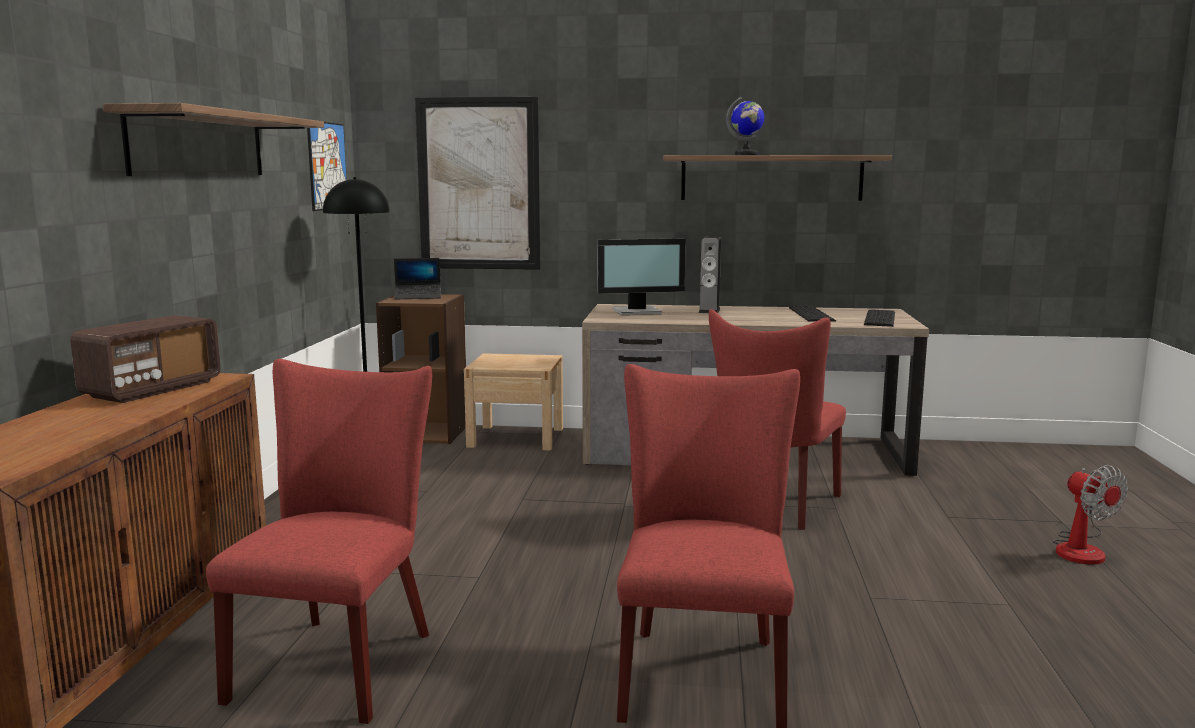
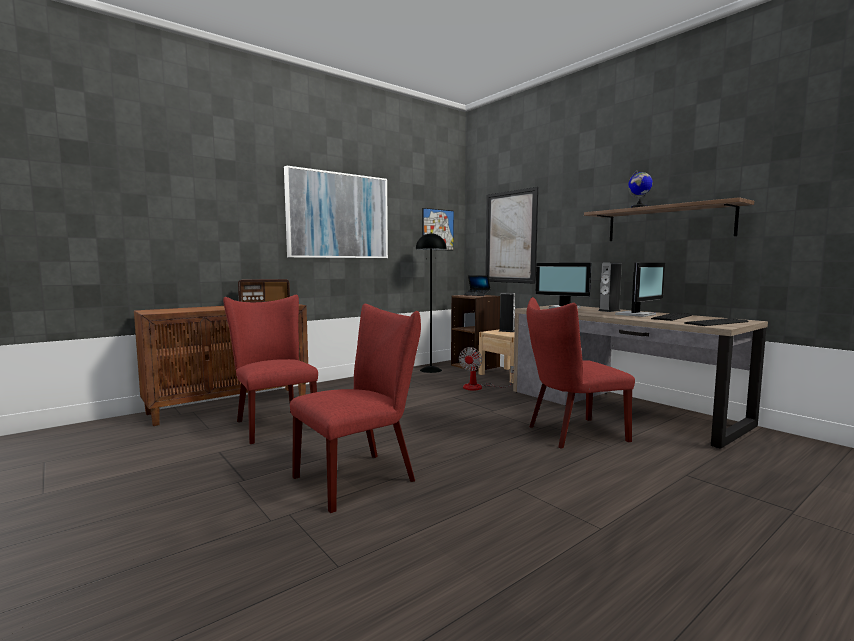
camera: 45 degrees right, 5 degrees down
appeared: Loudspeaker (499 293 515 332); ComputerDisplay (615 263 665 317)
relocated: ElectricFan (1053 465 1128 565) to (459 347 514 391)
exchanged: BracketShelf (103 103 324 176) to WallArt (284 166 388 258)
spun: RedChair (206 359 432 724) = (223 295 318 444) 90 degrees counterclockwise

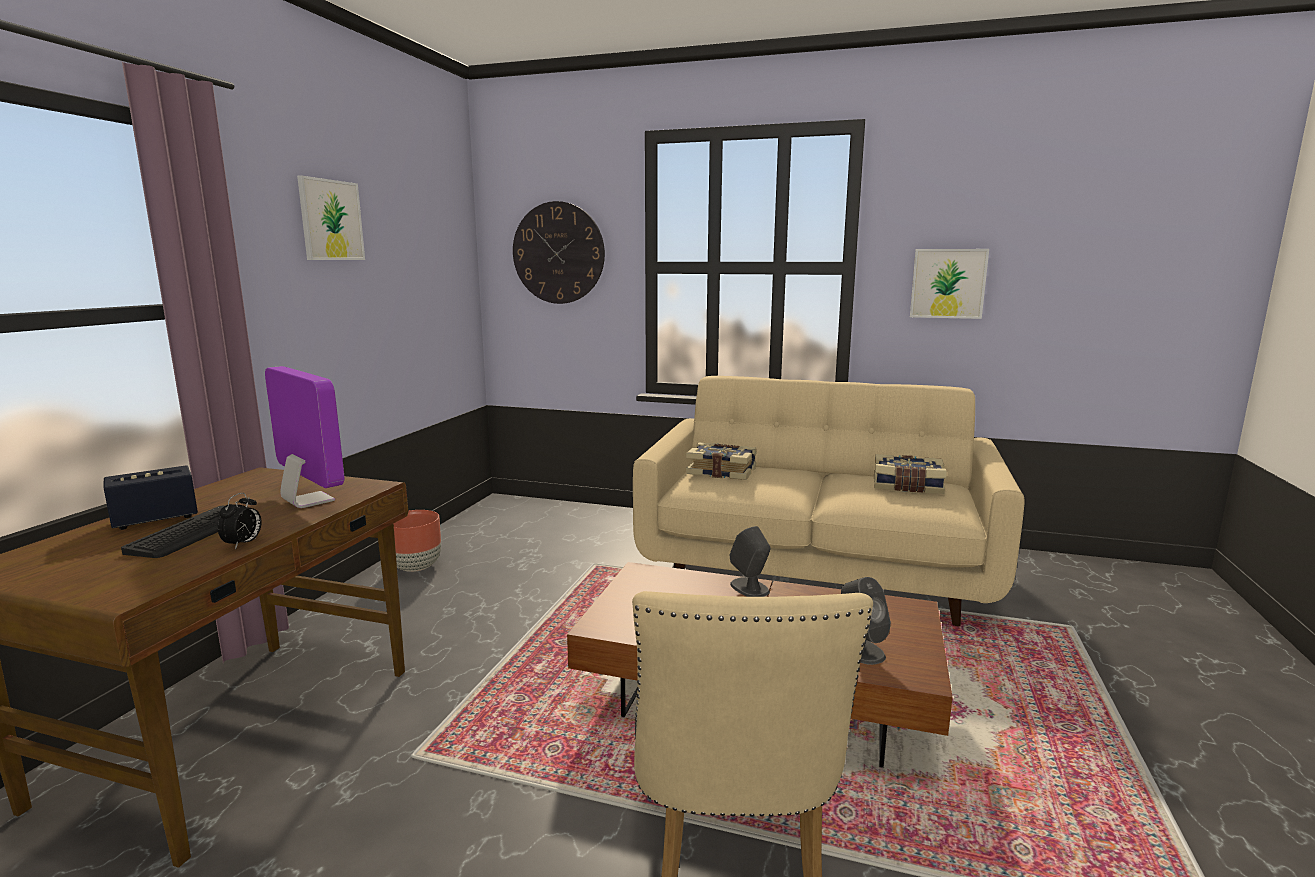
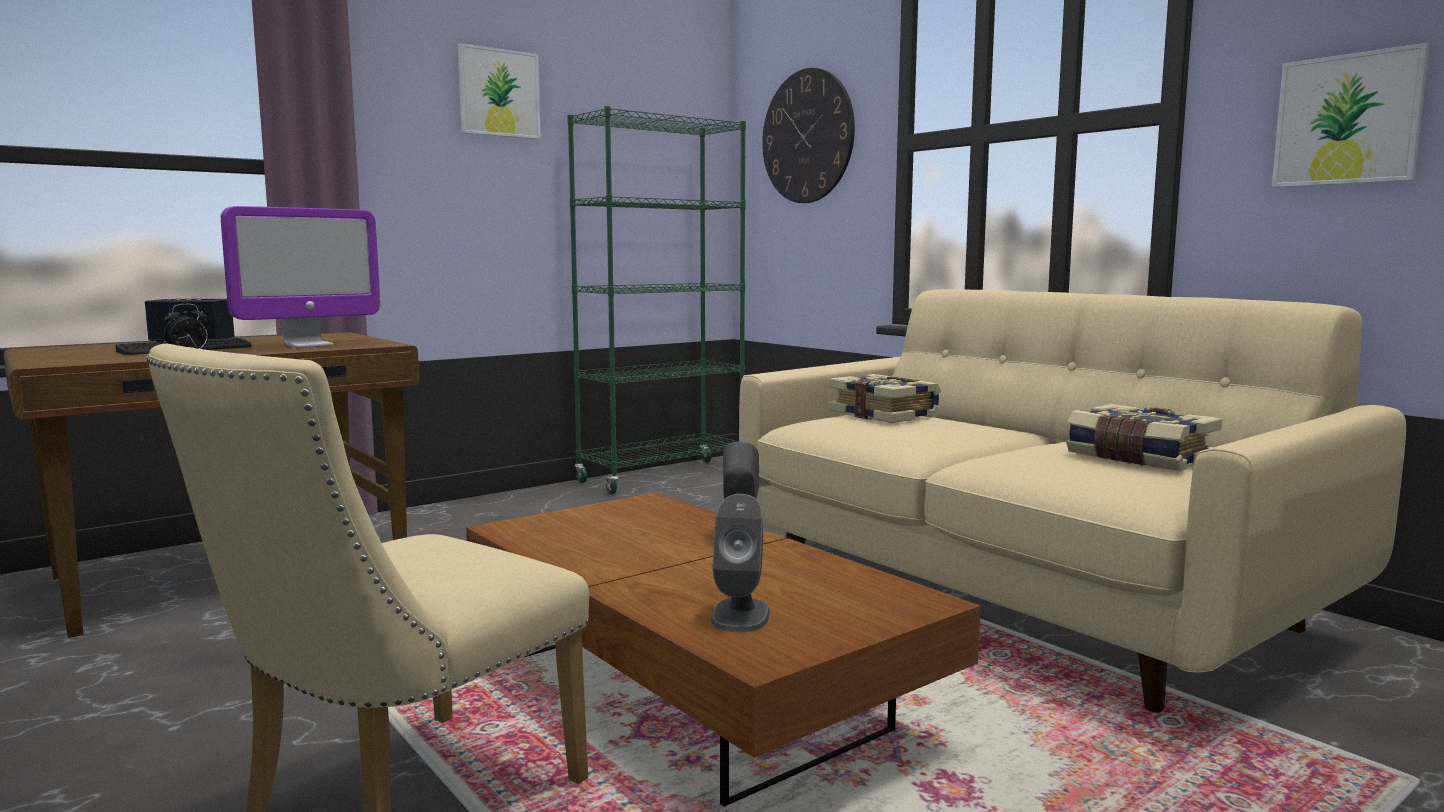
camera: 35 degrees right, 5 degrees down
missing: BrownColouredPlantPot (394 510 441 572)
appeared: GreenishBookcase (567 106 746 494)
spun: ComputerDisplay (265 366 344 508) = (221 206 380 348) 60 degrees clockwise

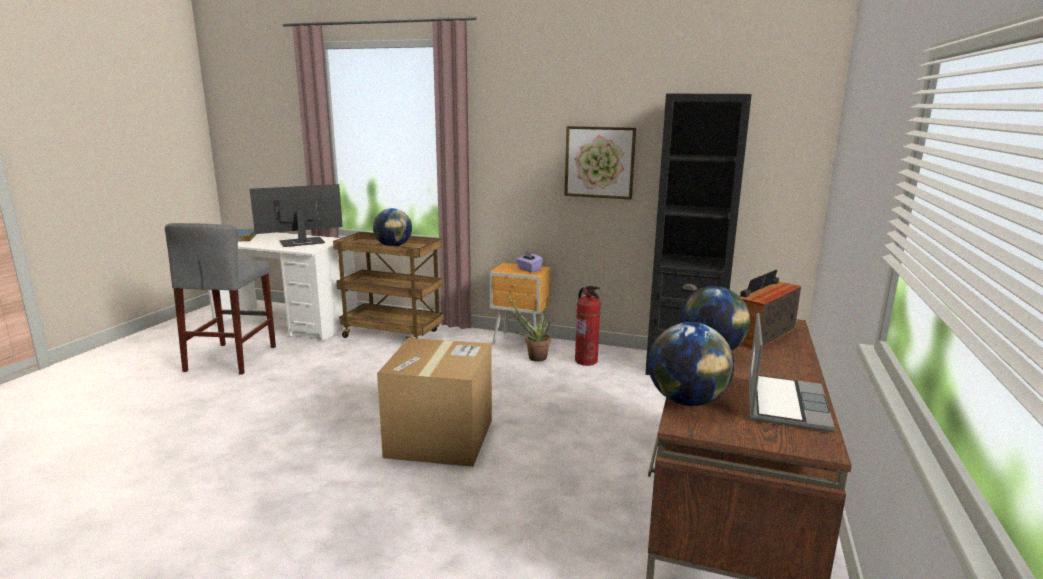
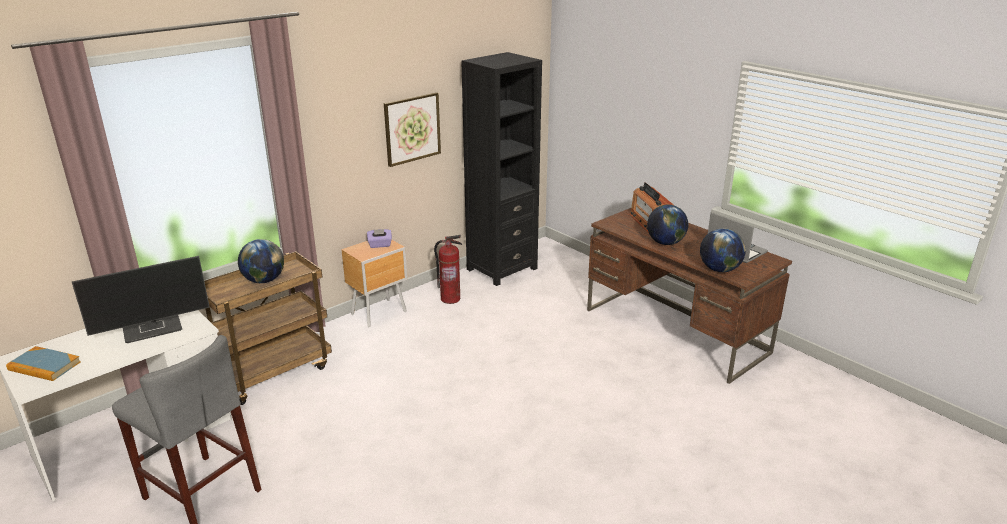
camera: 60 degrees left, 10 degrees up
missing: Carton (377 338 492 467); PottedPlant (506 294 551 362)
spun: ComputerDisplay (250 184 342 247) = (72 256 210 343) 120 degrees counterclockwise

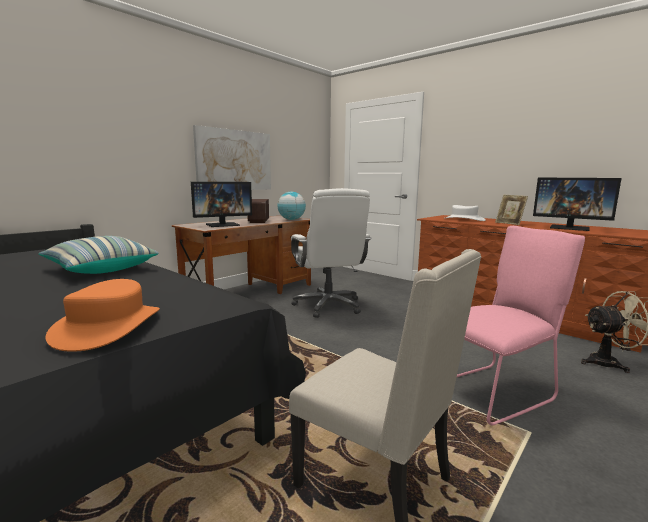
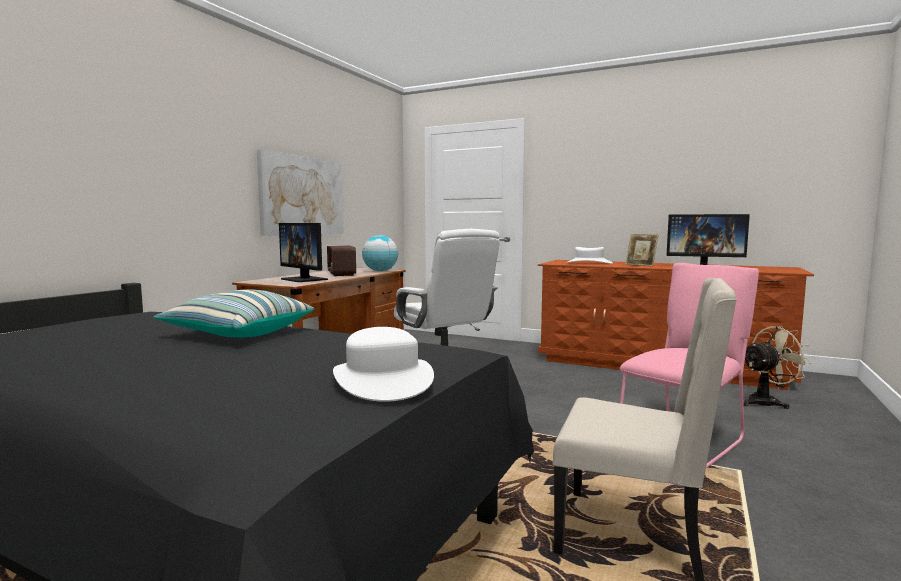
camera: 15 degrees left, 5 degrees down
colour: OrangeWearableHat (45 279 160 352) to WhiteWearableHat (333 327 434 402)
spun: ComputerDisplay (191 182 252 227) = (279 223 328 282) 90 degrees clockwise

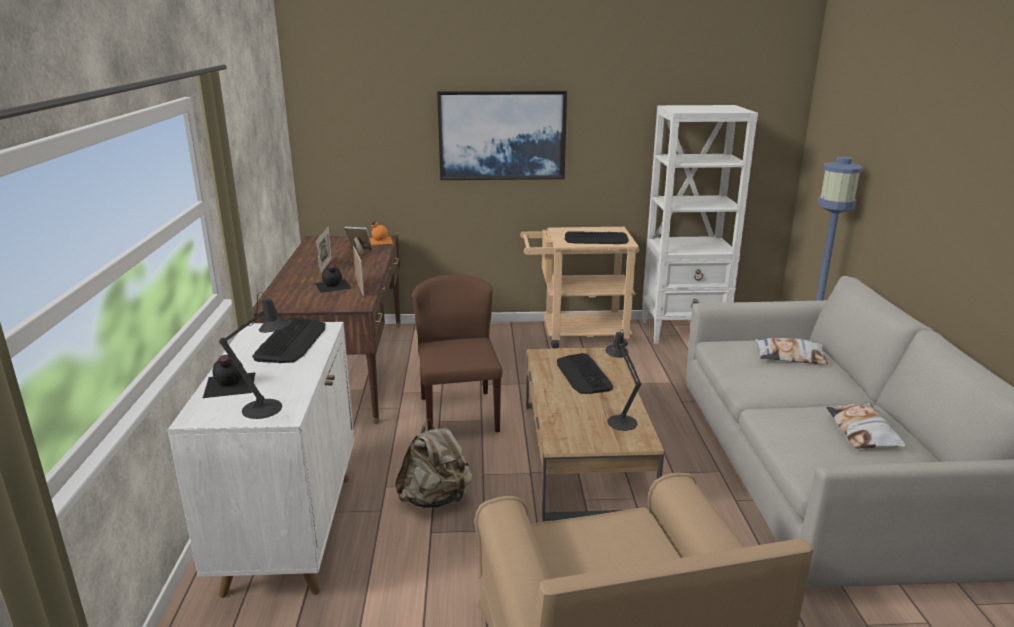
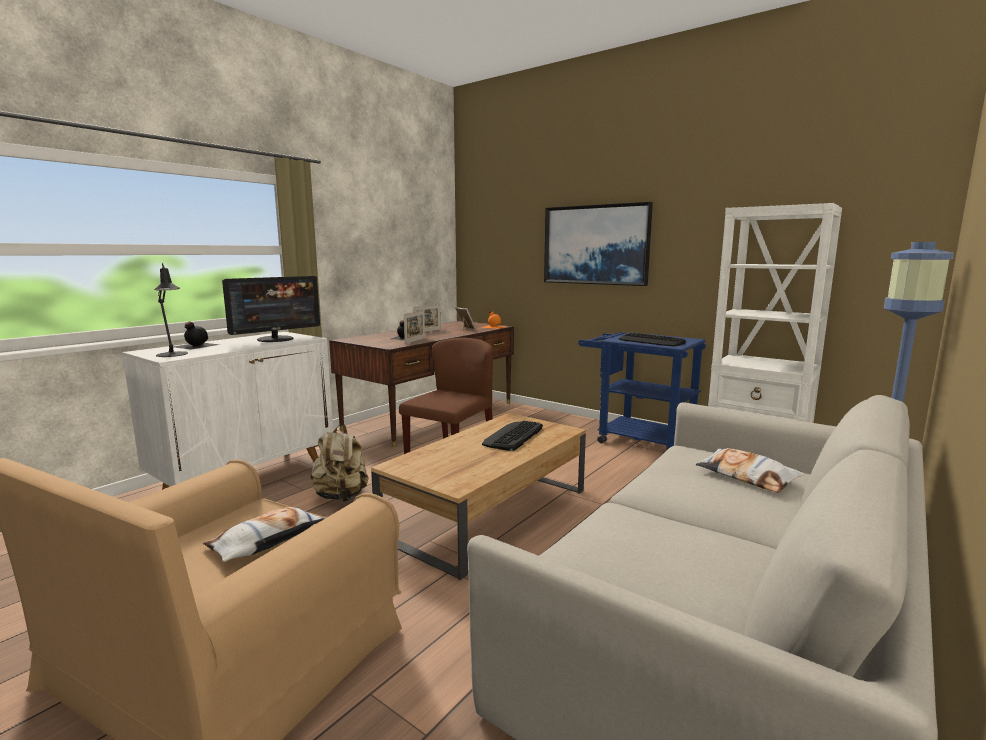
camera: 40 degrees right, 10 degrees down
missing: BlackColouredTableLamp (605 330 642 431)
relocated: Pillow (826 403 906 449) to (203 507 325 562)
exchanged: PcKeyboard (252 318 326 363) to ComputerDisplay (222 276 320 342)
colour: BeigeColouredTrolley (520 227 639 349) to BlueTrolley (578 332 706 454)

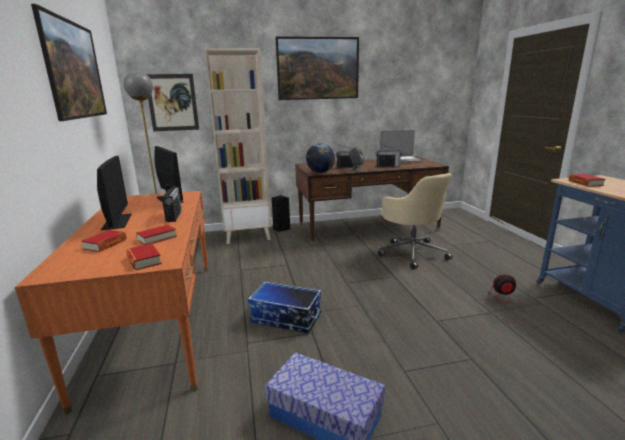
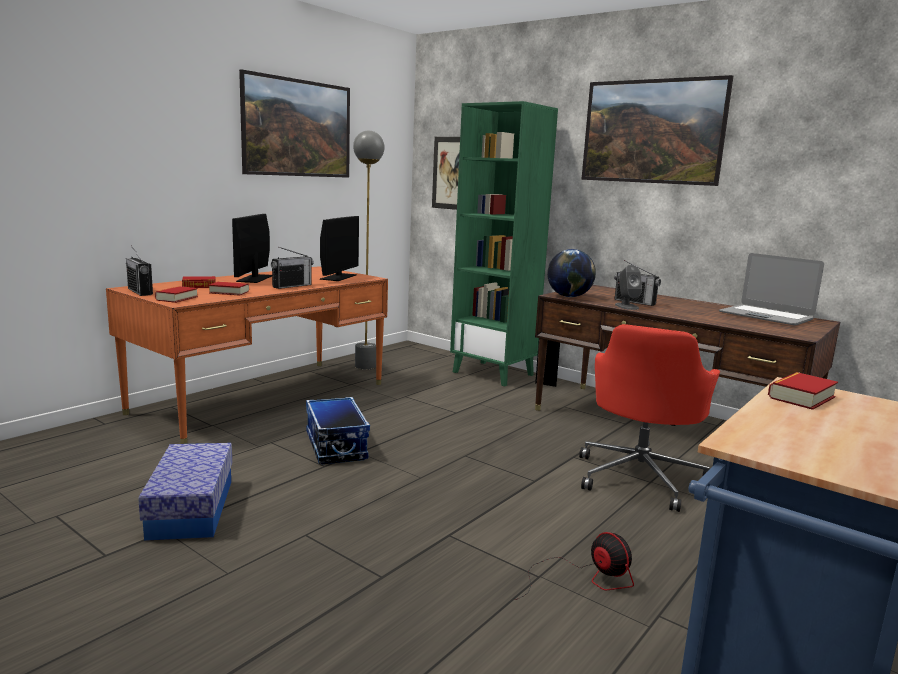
camera: 50 degrees right, 5 degrees down
relocated: RadioReceiver (375 144 402 168) to (126 245 153 296)
colour: BeigeColouredBookcase (204 48 271 244) to GreenishBookcase (450 101 558 386); BeigeColouredOfficeChair (378 173 452 269) to RedOfficeChair (579 324 720 512)
spun: ComputerDisplay (97 156 132 230) = (232 214 272 283) 150 degrees clockwise

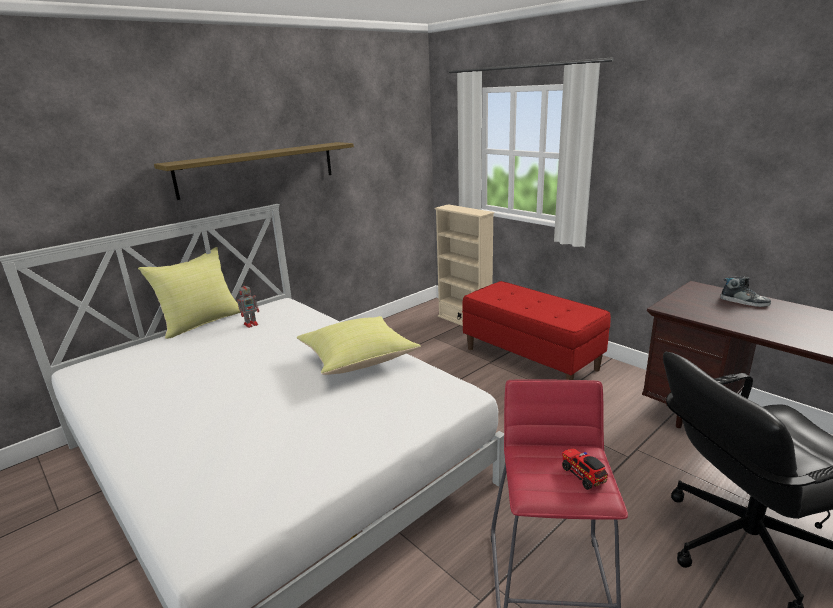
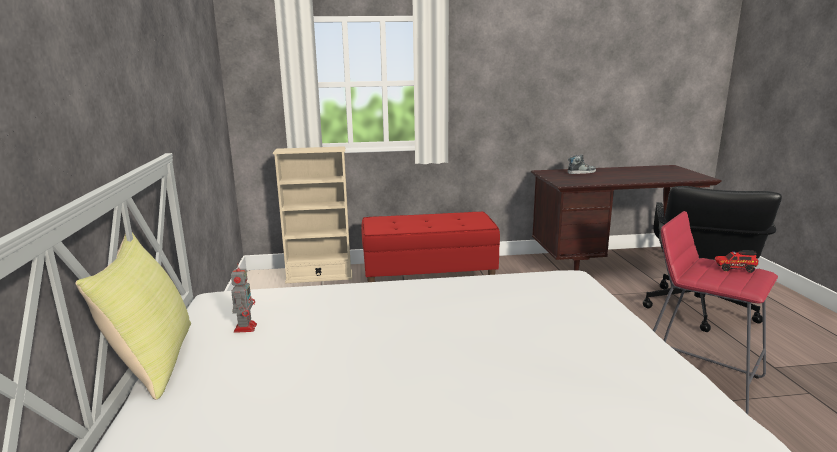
camera: 55 degrees left, 5 degrees down
missing: BracketShelf (154 142 354 200); YellowishPillow (297 316 421 375)

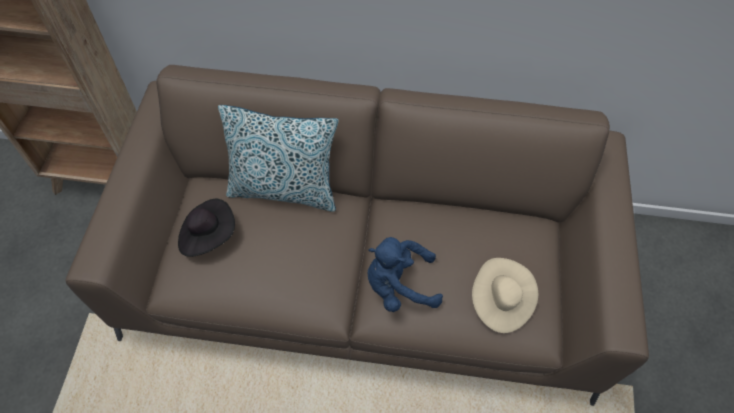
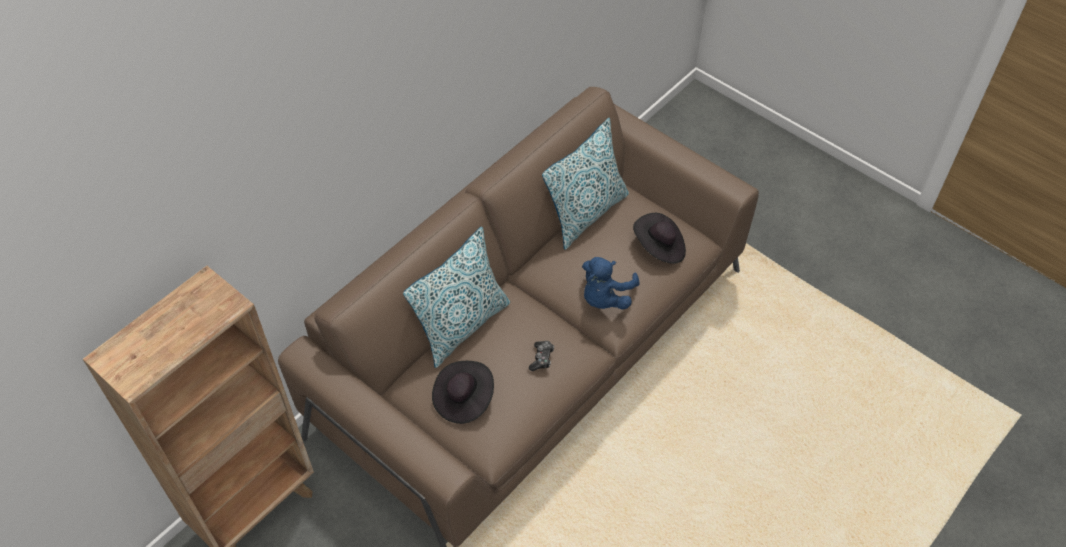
camera: 55 degrees left, 5 degrees down
appeared: Gamepad (529 341 554 371); Pillow (542 118 629 250)
colour: BeigeColouredWearableHat (472 258 538 333) to BlackColouredWearableHat (633 213 686 264)

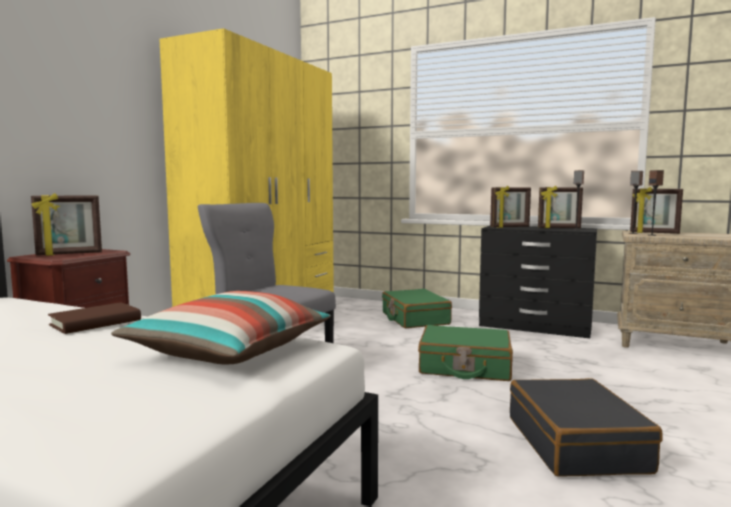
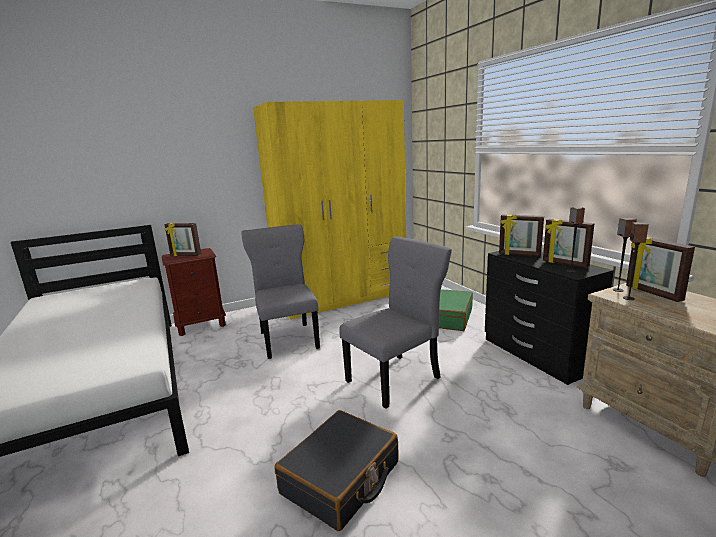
camera: 40 degrees right, 10 degrees up
missing: BrownColouredVolume (48 302 141 334); Pillow (111 291 331 365)
exchanged: GreenishPieceOfLuggage (418 325 513 381) to GreyishChair (340 236 452 409)

